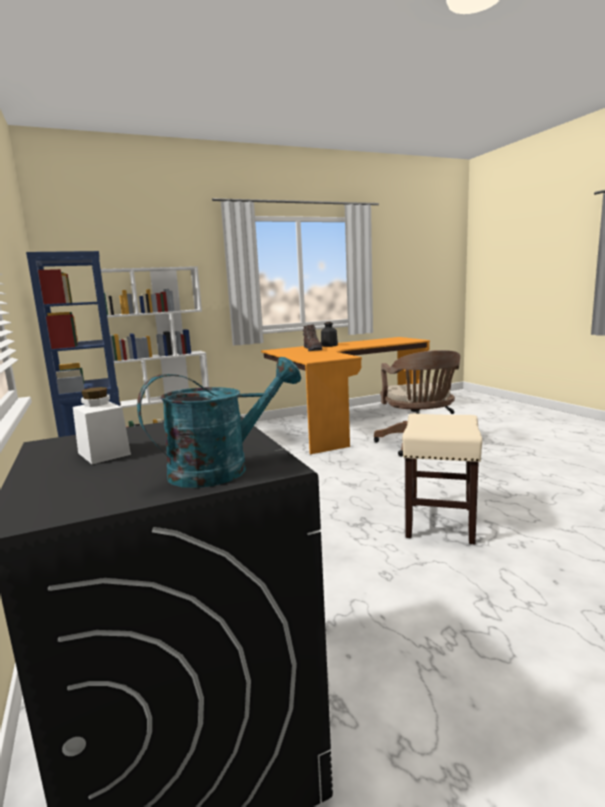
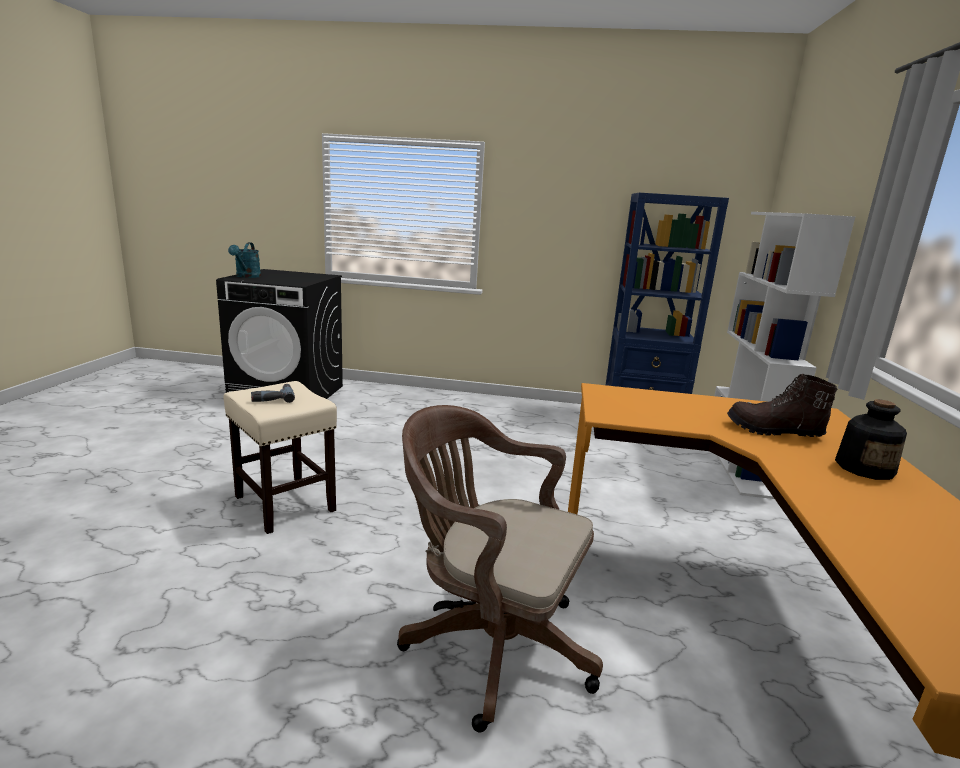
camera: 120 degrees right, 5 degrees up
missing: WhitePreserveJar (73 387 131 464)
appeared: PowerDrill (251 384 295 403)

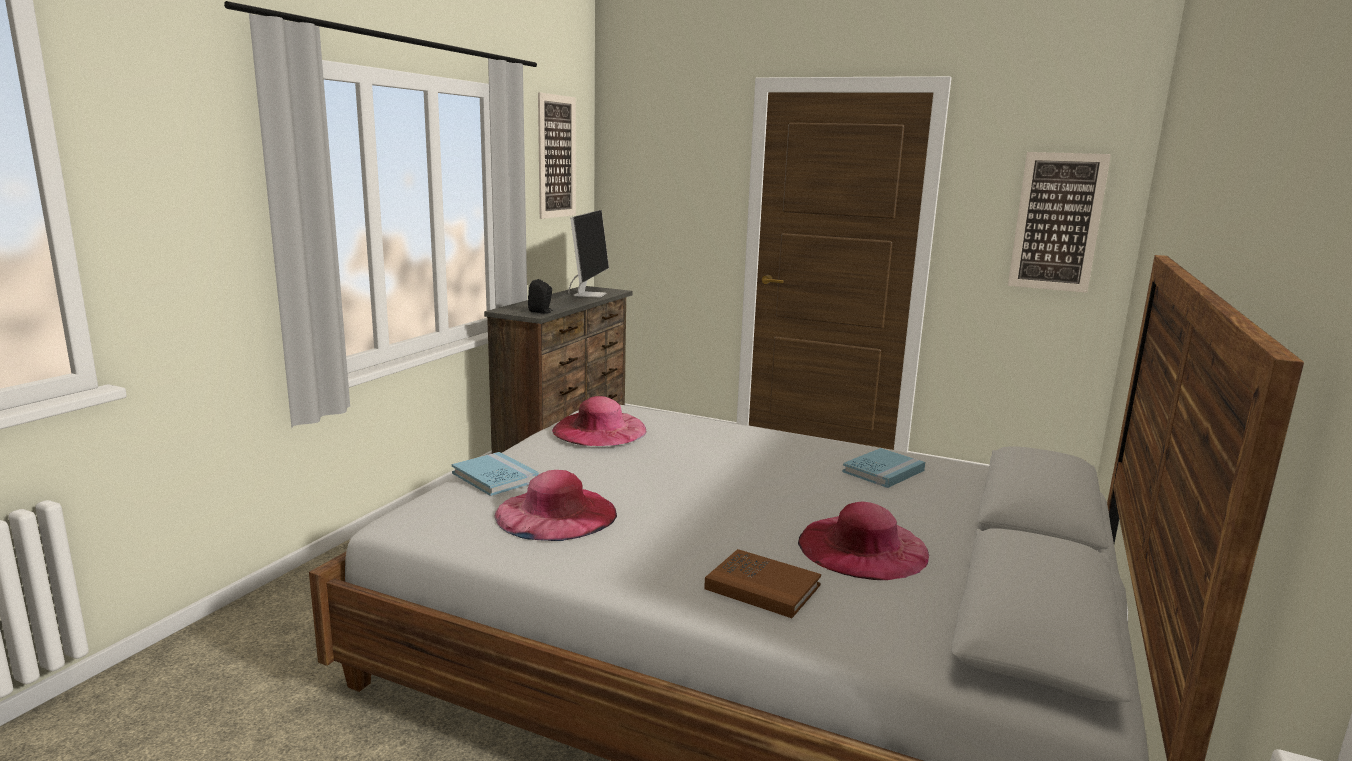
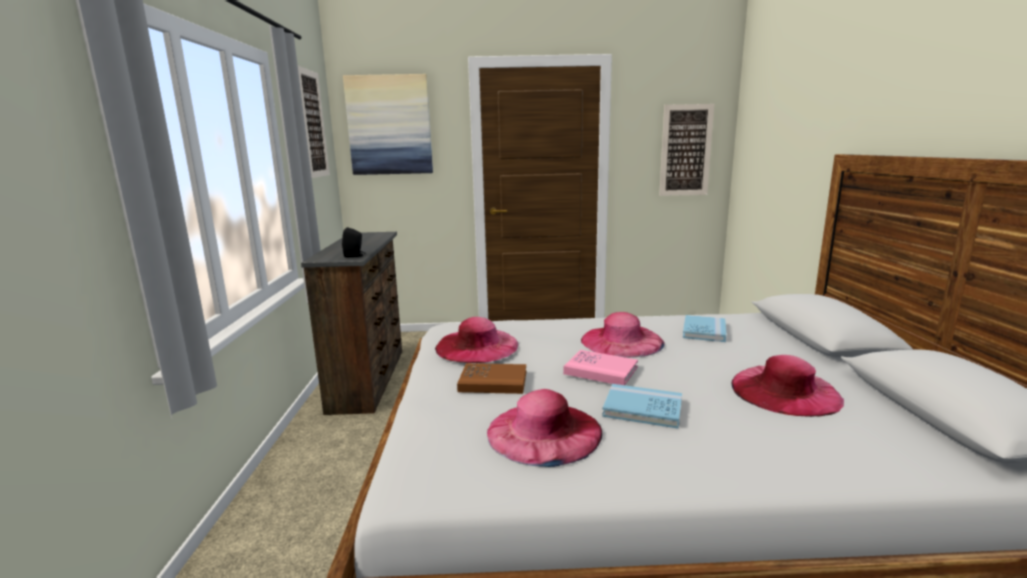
camera: 25 degrees left, 0 degrees up
missing: ComputerDisplay (568 210 609 298)
appeared: WallArt (343 74 433 175); PinkishVolume (563 350 638 385); PinkishWearableHat (581 312 664 358)
relocated: BlueVolume (452 452 539 496) to (602 384 682 429); BrownColouredVolume (704 549 821 618) to (457 363 526 394)

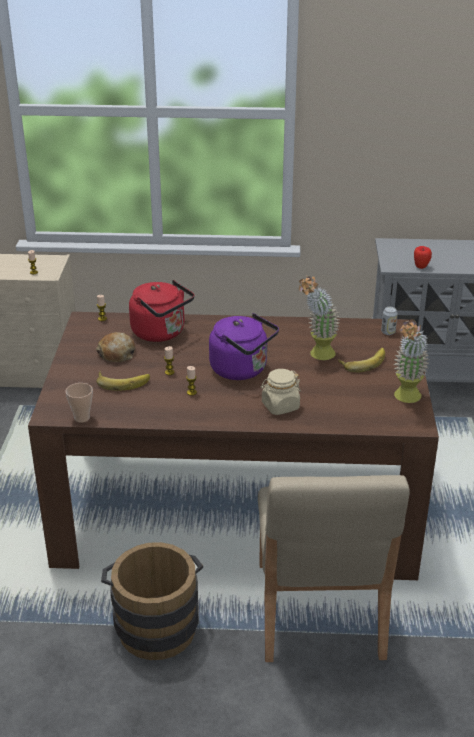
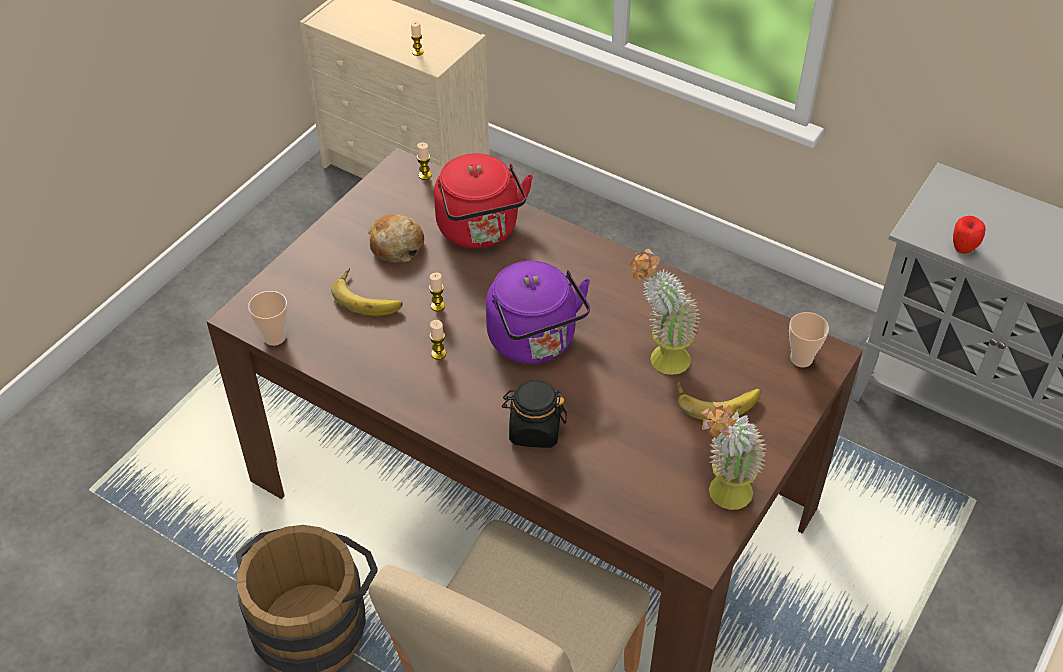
camera: 30 degrees right, 15 degrees up
exchanged: SealedCan (381 307 398 335) to Cup (789 312 829 367)
colour: BeigeColouredPreserveJar (261 369 301 415) to BlackColouredPreserveJar (502 379 567 448)

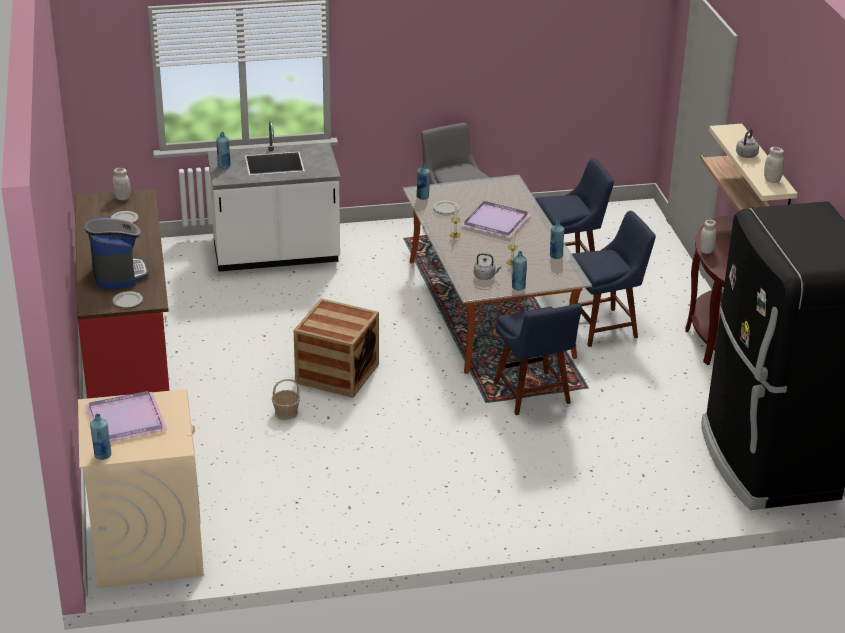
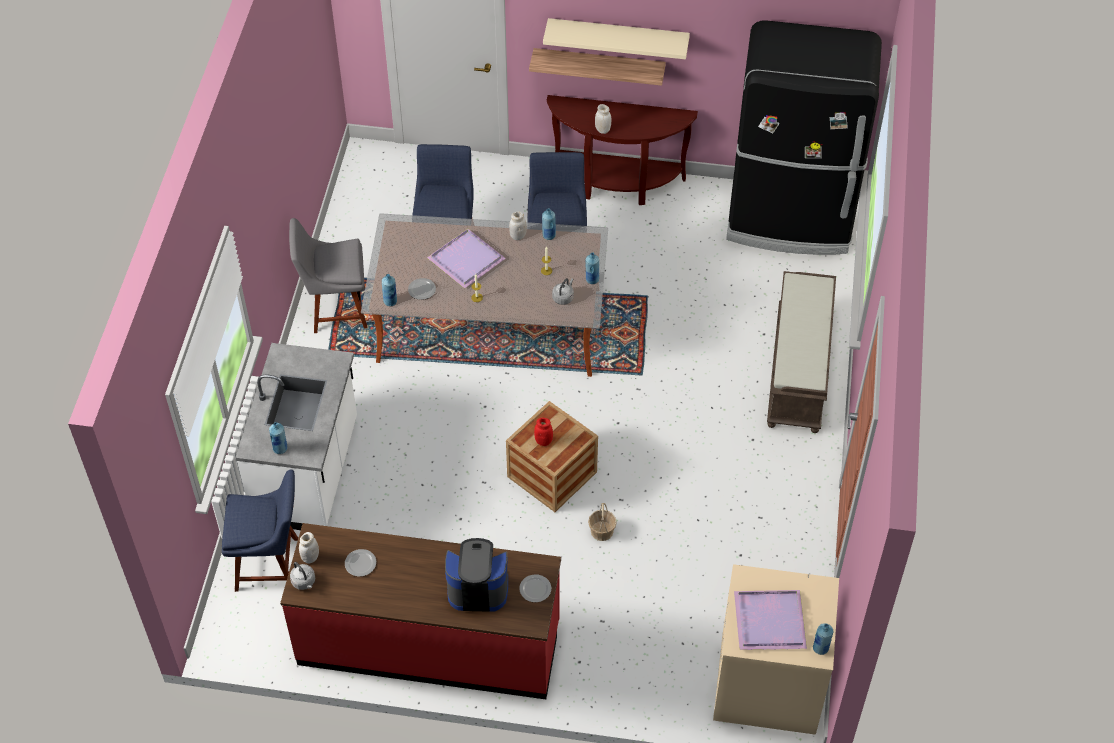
camera: 70 degrees left, 20 degrees up
appeared: RedPreserveJar (534 418 553 446); BrownColouredLongSeat (767 271 836 433)
relocated: BlueChair (494 304 582 415) to (222 470 298 592); GreyishTeaKettle (736 129 759 158) to (290 562 315 590); WhitePreserveJar (764 147 784 183) to (509 211 527 240)

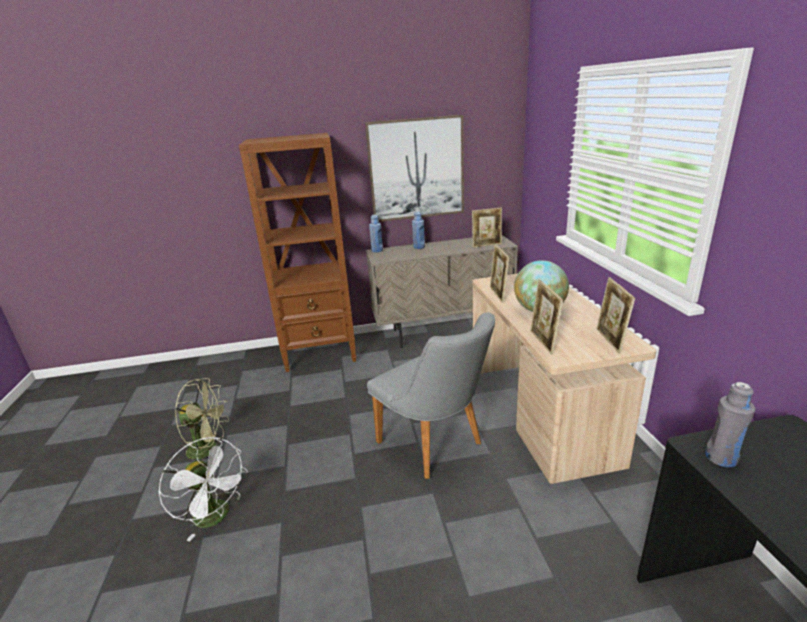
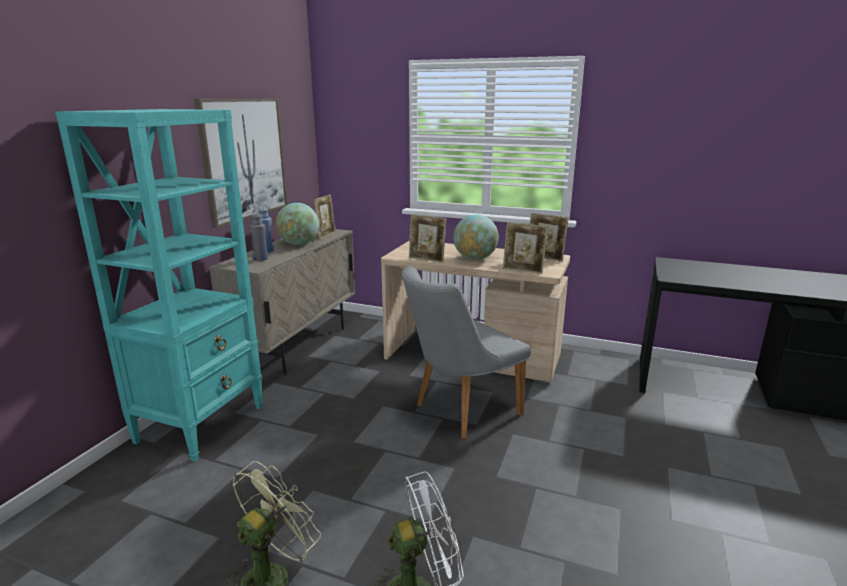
camera: 60 degrees left, 5 degrees down
missing: BlueBottle (369 215 383 252)
appeared: Globe (276 203 319 245)
relocated: GreyishBottle (705 382 755 467) to (249 213 268 261)
colour: BrownColouredBookcase (239 133 356 372) to TurquoiseBookcase (55 109 263 461)
spun: GreyishChair (367 313 495 479) = (402 267 531 439) 150 degrees clockwise

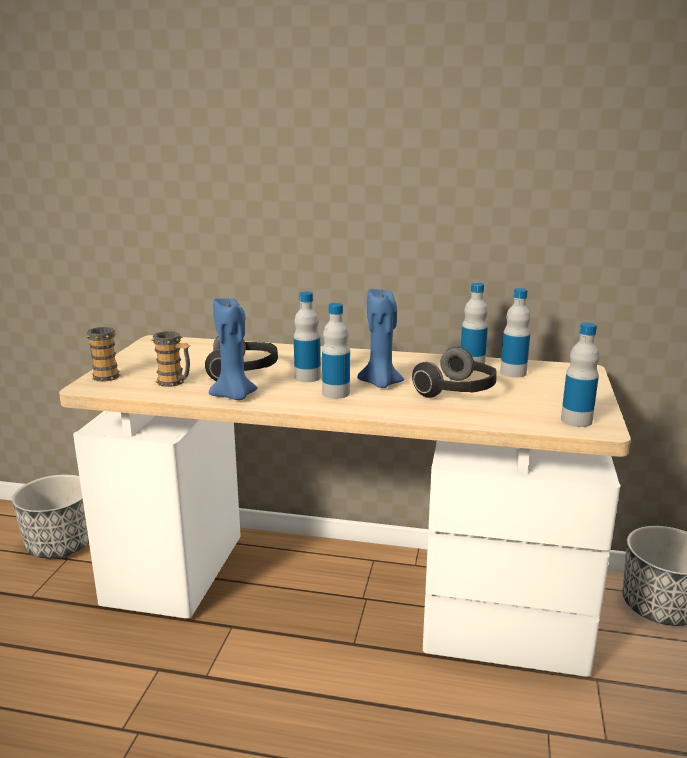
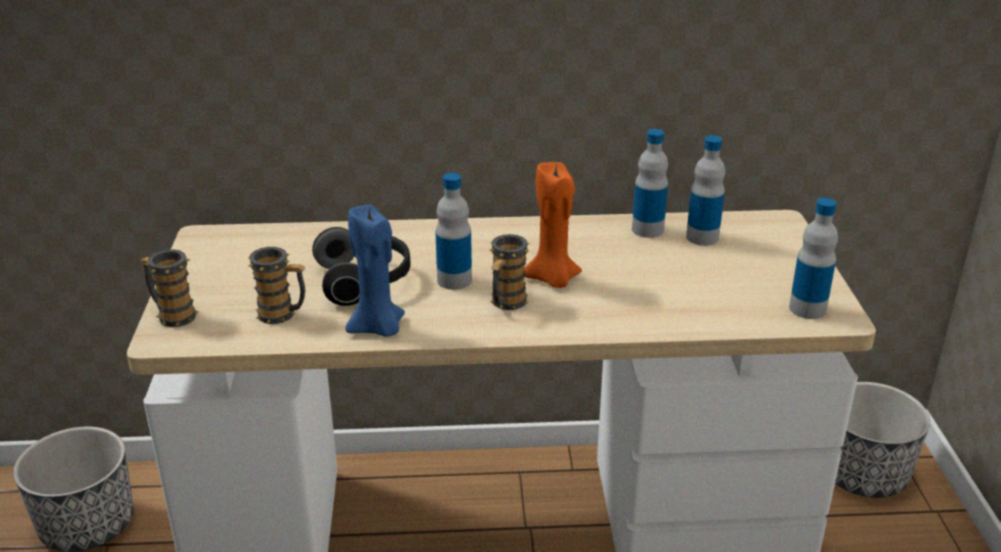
camera: 15 degrees left, 10 degrees up
missing: Headset (412 347 497 398)
exchanged: Bottle (322 303 350 399) to CoffeeMug (489 234 530 310)
colour: BlueWaxCandle (357 289 404 388) to OrangeWaxCandle (524 162 582 288)

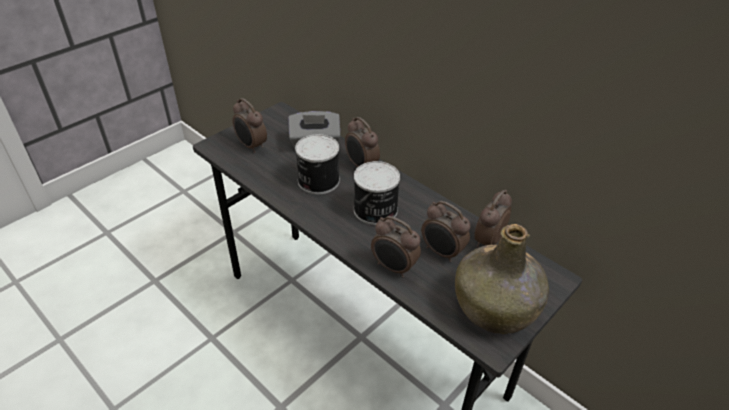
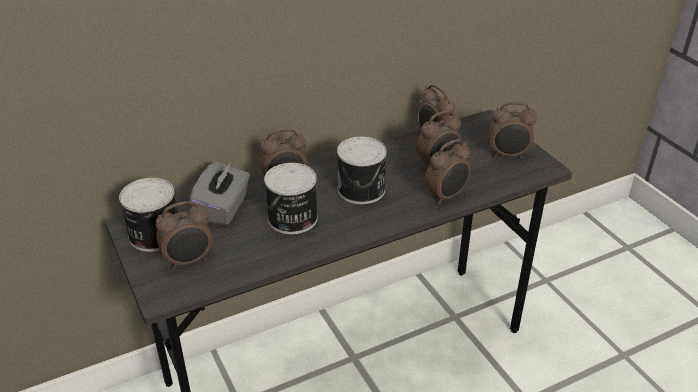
camera: 70 degrees left, 5 degrees down
appeared: SealedCan (119 178 177 252)
exchanged: GreenishBottle (455 224 549 334) to AlarmClock (489 102 537 159)

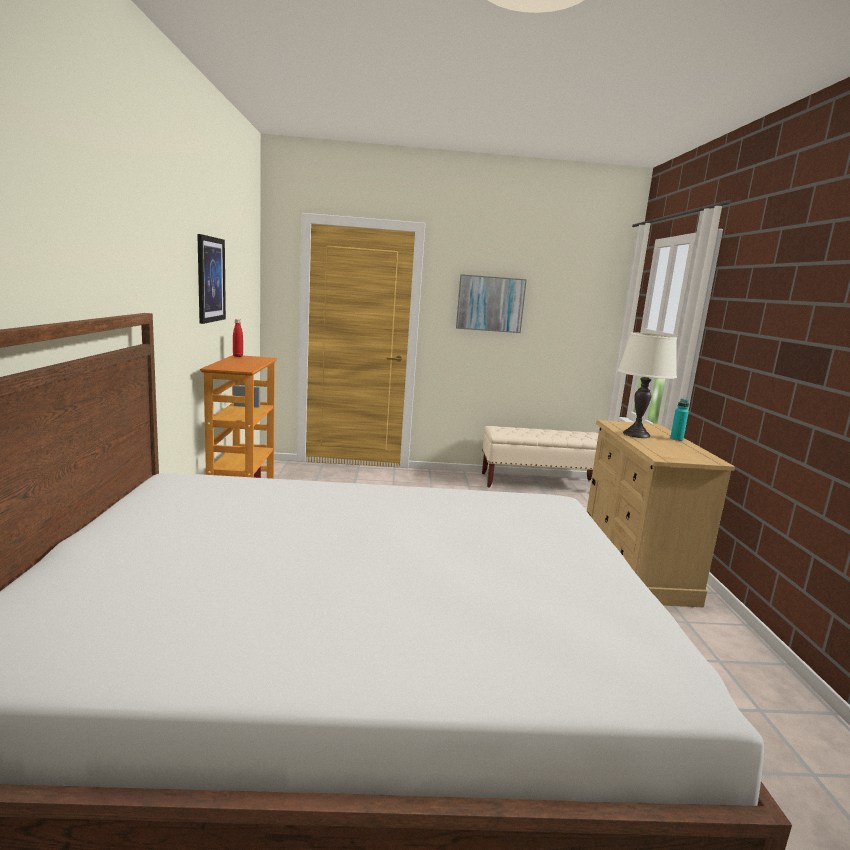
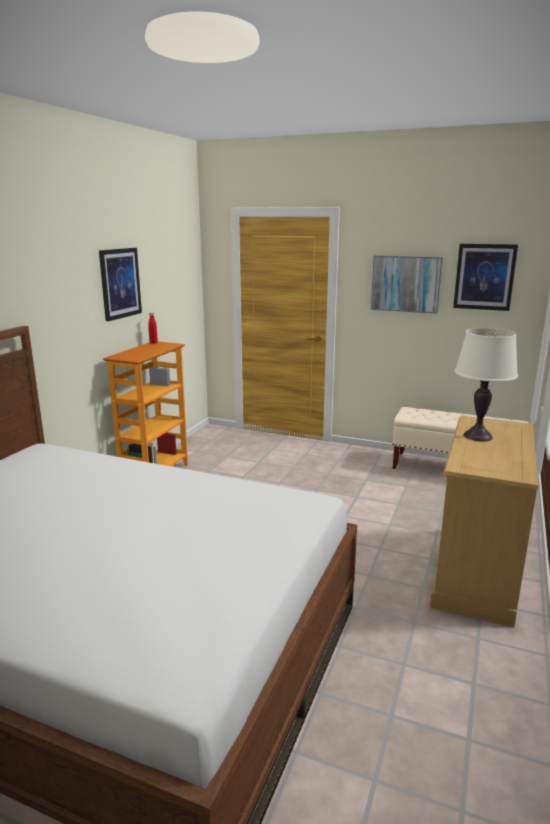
camera: 25 degrees right, 5 degrees up
missing: TurquoiseBottle (670 399 689 441)
appeared: WallArt (453 244 518 311)

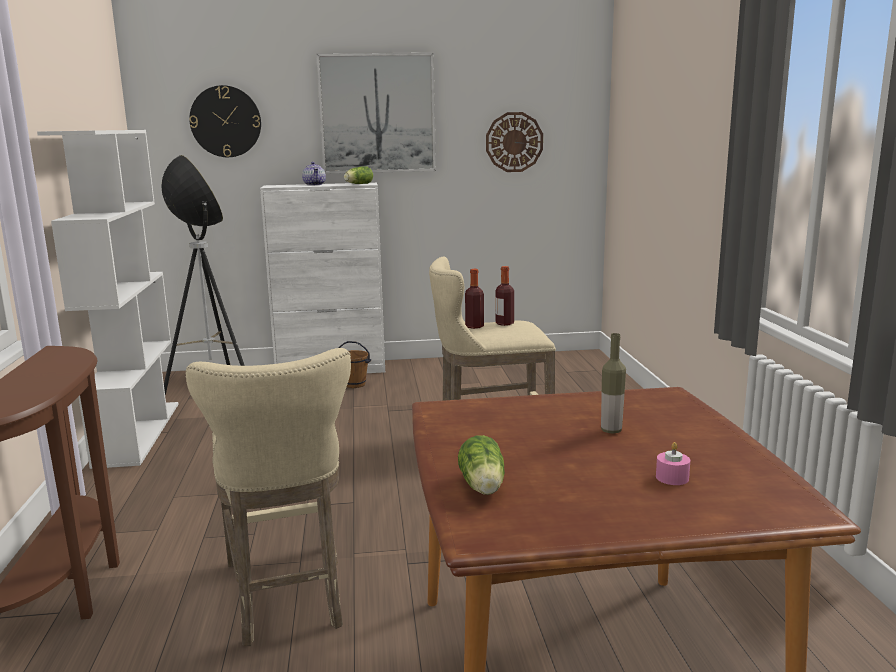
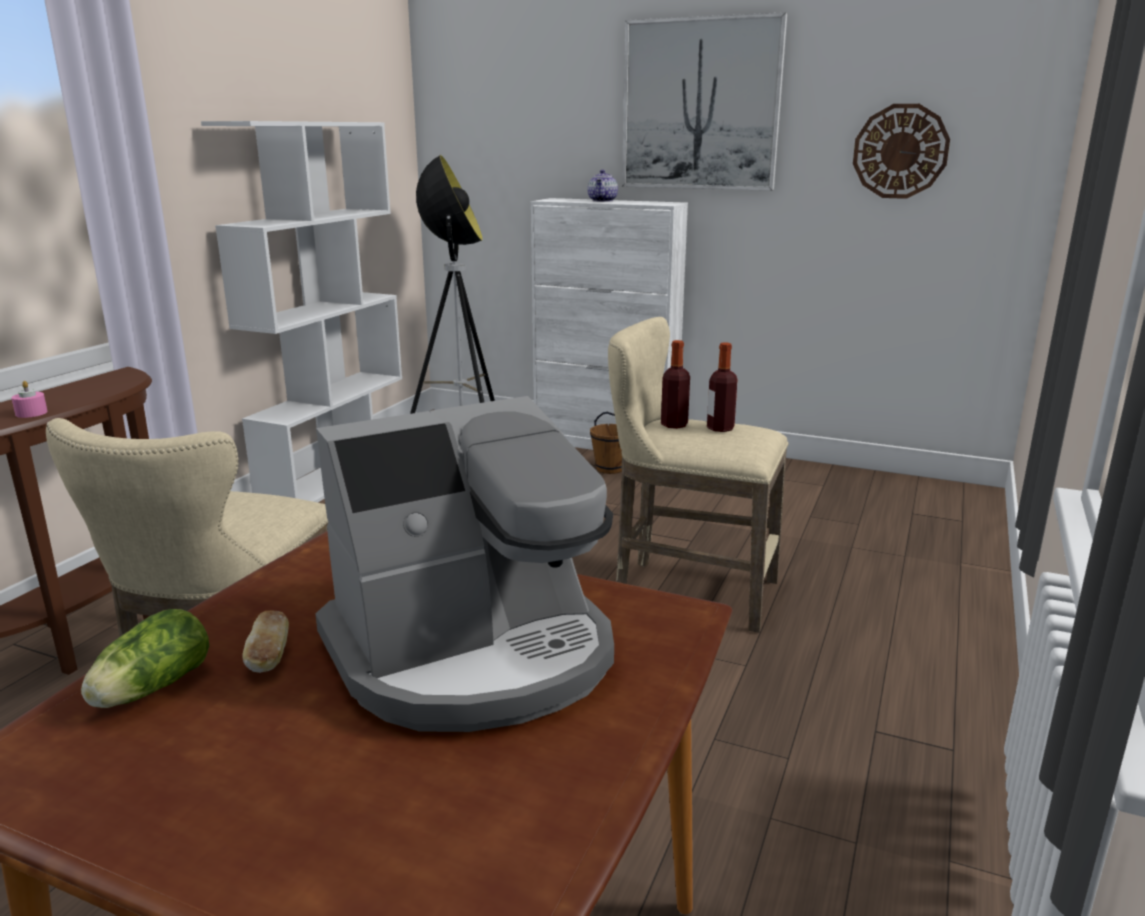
camera: 30 degrees right, 5 degrees up
missing: HangingClock (189 85 261 157); HeadOfLettuce (344 166 373 184)
appeared: Bread (243 611 289 673)
relocated: PinkishWaxCandle (656 442 690 485) to (11 381 48 418)
exchanged: Bottle (601 333 626 434) to CoffeeMachine (315 396 614 732)

